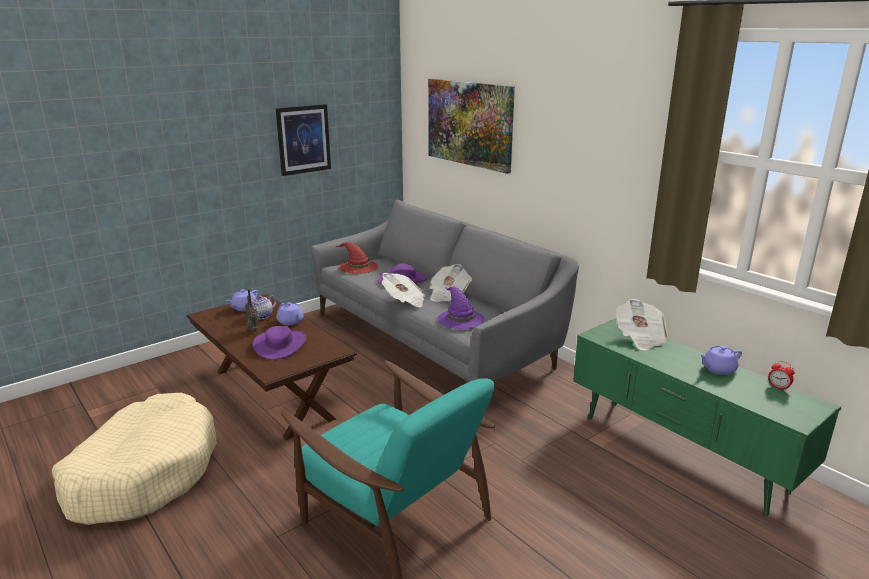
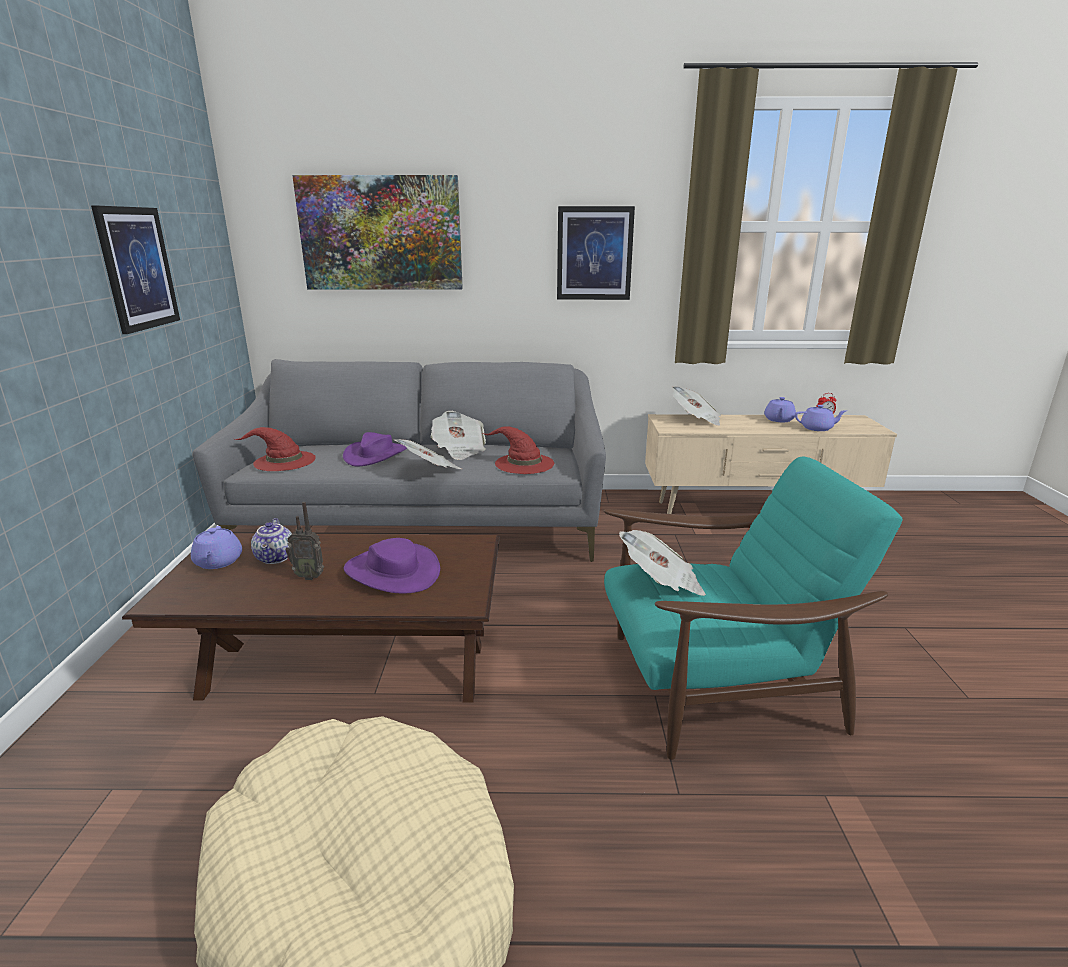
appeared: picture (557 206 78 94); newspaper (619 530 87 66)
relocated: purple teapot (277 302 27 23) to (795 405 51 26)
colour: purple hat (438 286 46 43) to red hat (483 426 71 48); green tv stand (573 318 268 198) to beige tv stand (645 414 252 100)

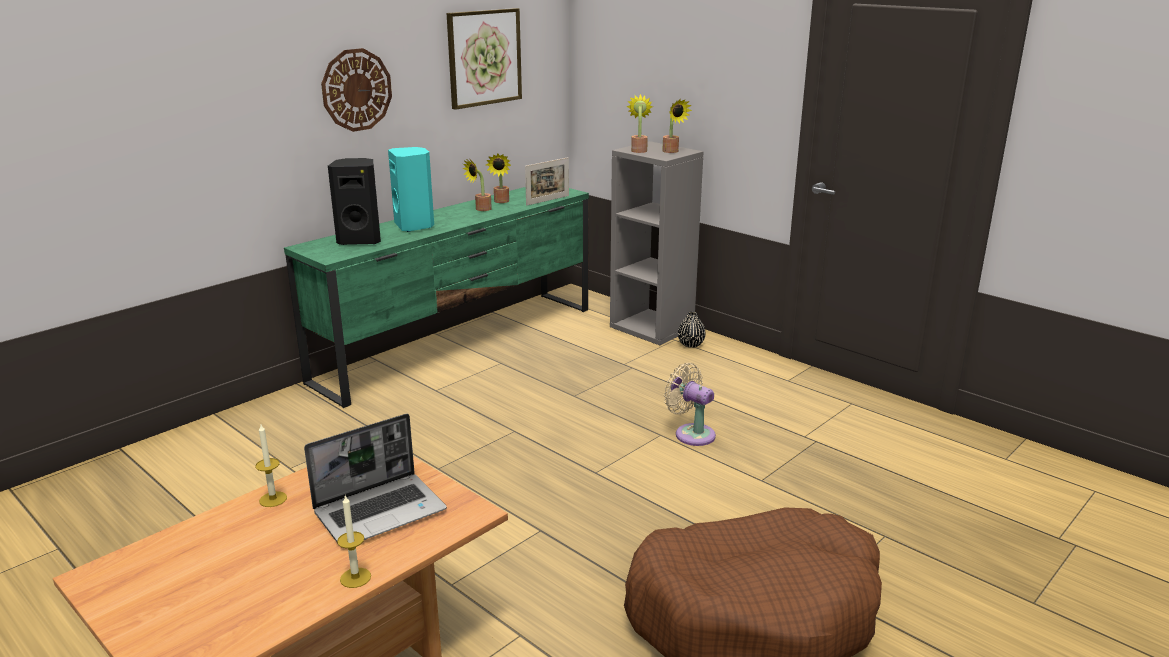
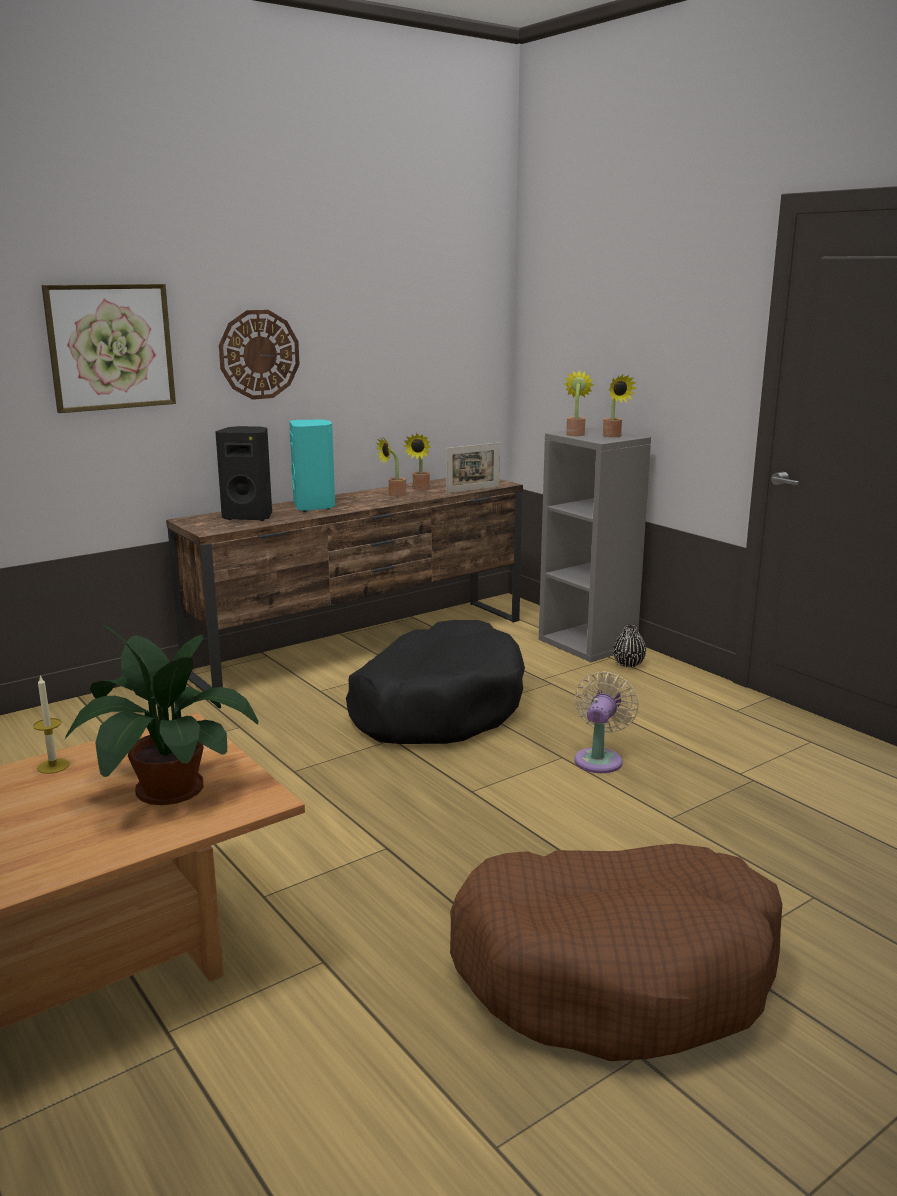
missing: candle (337 496 34 92)
appeared: black dog bed (346 620 179 124)
relocated: picture (447 8 75 102) to (41 284 135 129)
exchanged: laptop (304 414 143 128) to potted plant (65 625 193 180)
colour: green tv stand (284 187 305 221) to brown tv stand (166 478 357 213)
spun: beige fan (664 363 52 83) = (574 671 65 102) 60 degrees clockwise

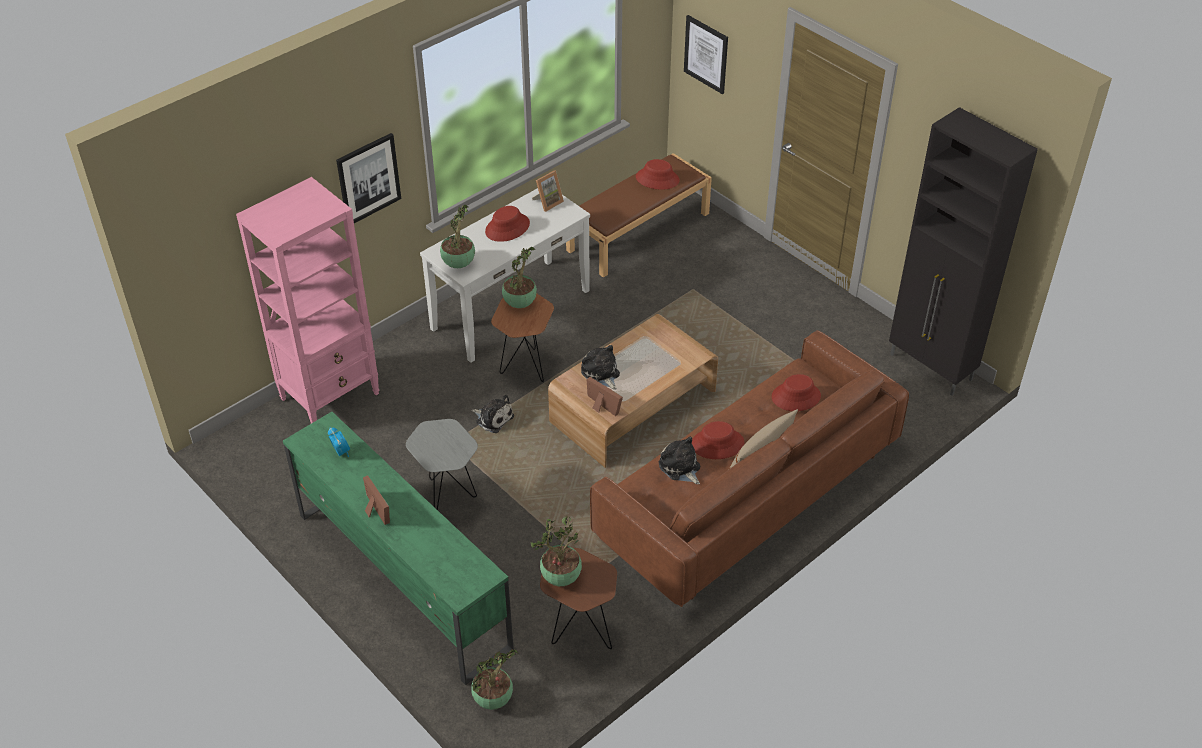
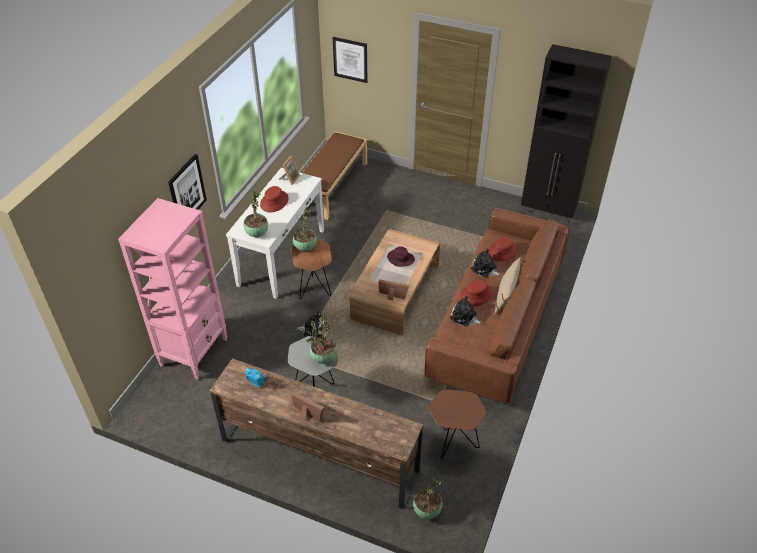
missing: red hat (636 159 44 31)
appeared: purple hat (387 246 28 21)
relocated: potted plant (530 516 52 70) to (306 316 31 48); plush toy (581 345 39 45) to (471 248 30 29)
colour: green tv stand (283 412 231 273) to brown tv stand (210 358 213 151)

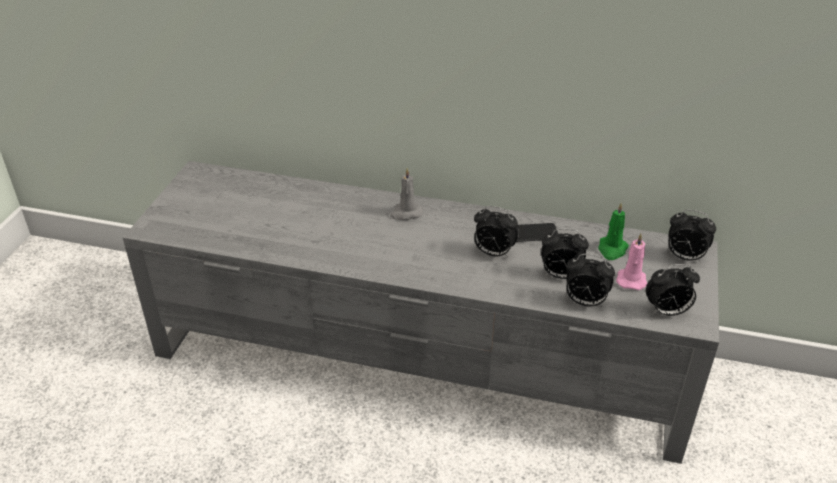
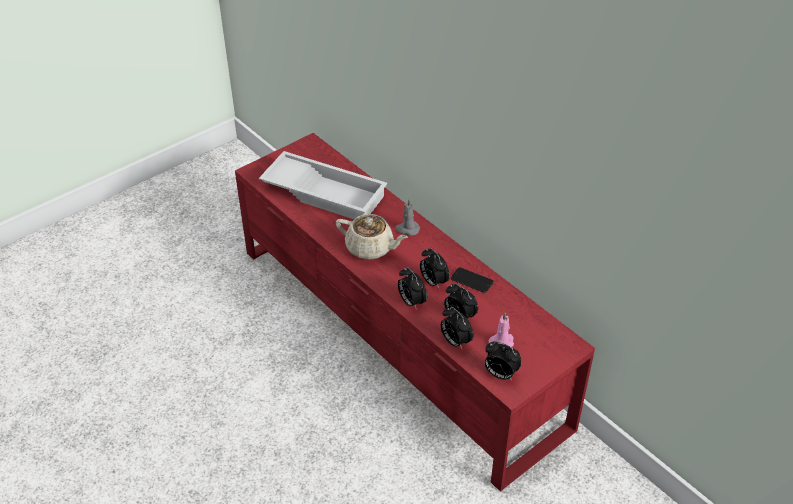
missing: green candle (598 203 31 57)
appeared: white tray (259 151 128 68); beige teapot (336 214 72 46)
relocated: alarm clock (669 210 47 52) to (398 267 29 43)
colour: grey tv stand (123 161 596 303) to red tv stand (235 133 360 359)

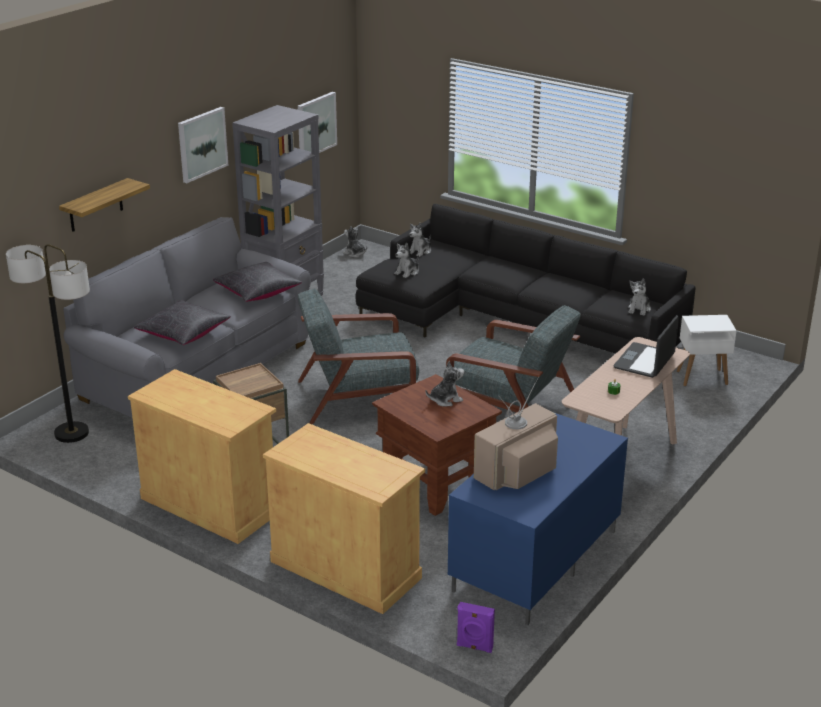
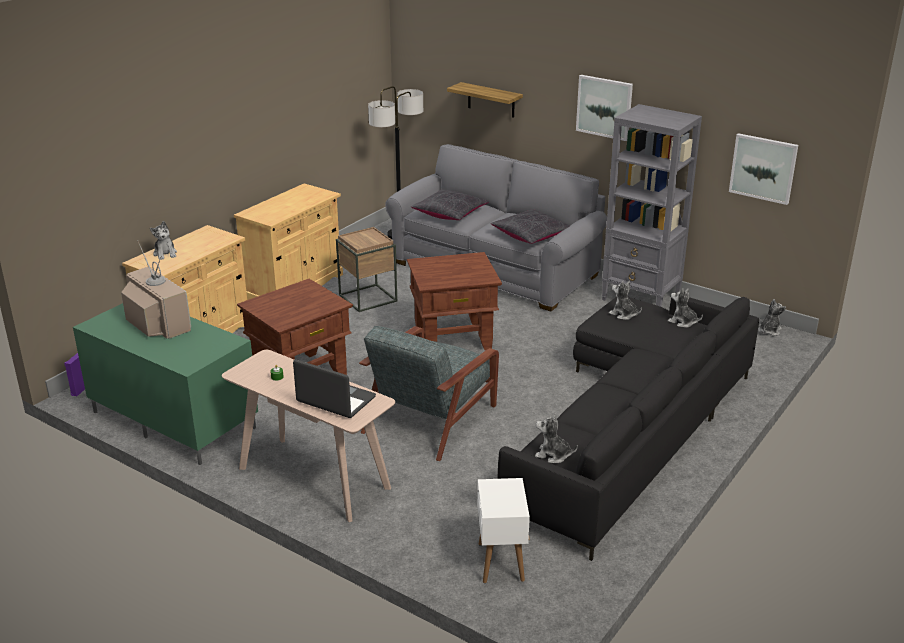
relocated: plush toy (425 361 39 46) to (150 221 27 39)
exchanged: grey armchair (298 289 121 135) to brown side table (407 252 95 99)
colour: blue tv stand (448 412 180 213) to green tv stand (73 303 185 162)

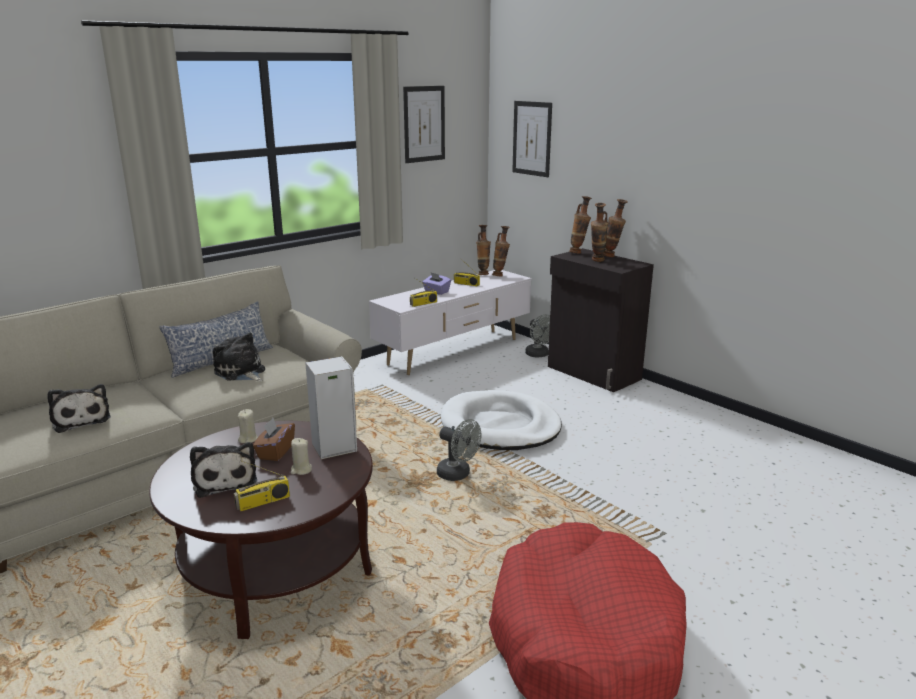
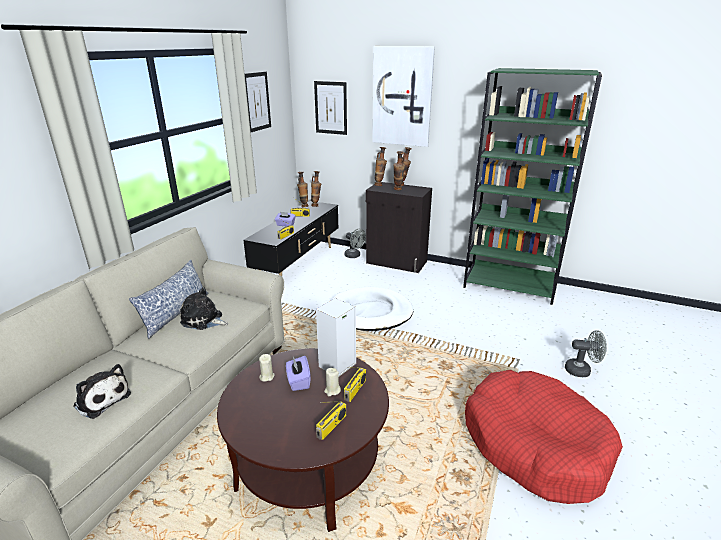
missing: plush toy (190 442 67 56)
appeared: radio (344 367 22 35); picture (372 46 63 101); green bookcase (463 68 139 237)
relocated: grey fan (437 419 45 62) to (565 330 42 47)
colour: brown tissue box (253 418 42 43) to purple tissue box (286 356 25 35); white tv stand (369 270 163 105) to black tv stand (243 201 95 75)

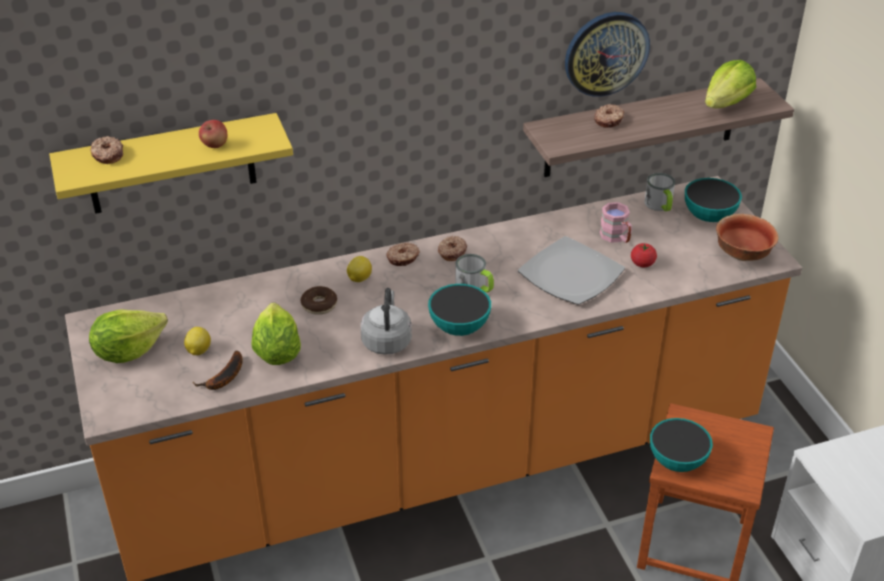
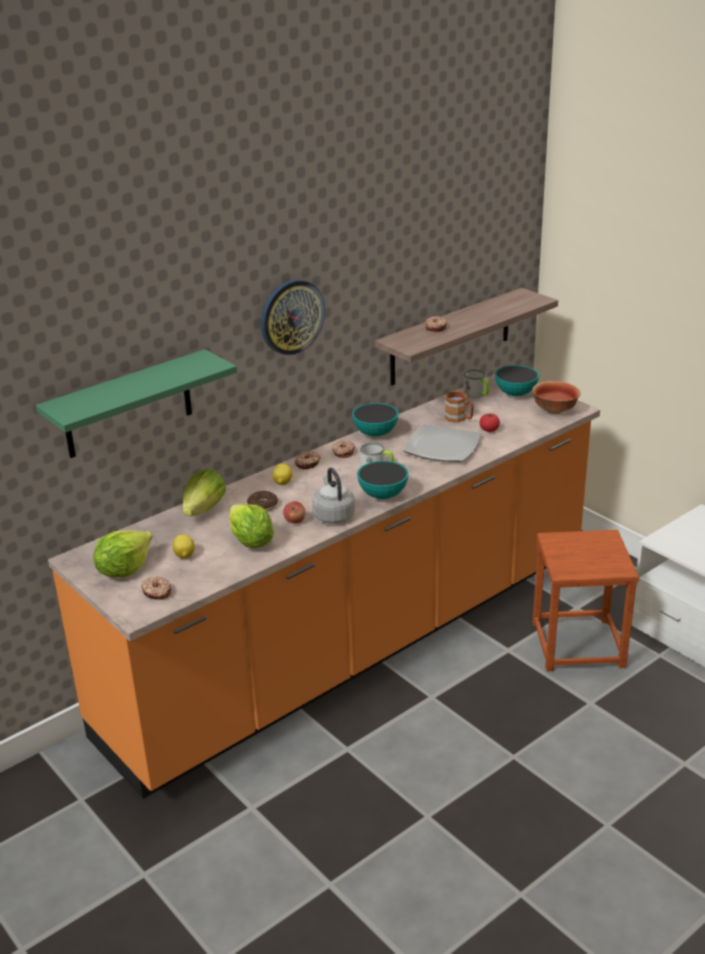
missing: banana (193 351 50 39)
relocated: donut (90 136 33 28) to (141 576 30 24); apple (199 120 28 28) to (283 501 23 23); wall clock (565 12 85 85) to (261 279 64 76); bowl (650 418 63 54) to (352 403 47 34); lettuce (705 60 51 48) to (183 469 43 47)
colour: yellow shelf (49 113 244 101) to green shelf (35 349 202 109); pink mug (600 202 32 41) to brown mug (445 391 29 32)

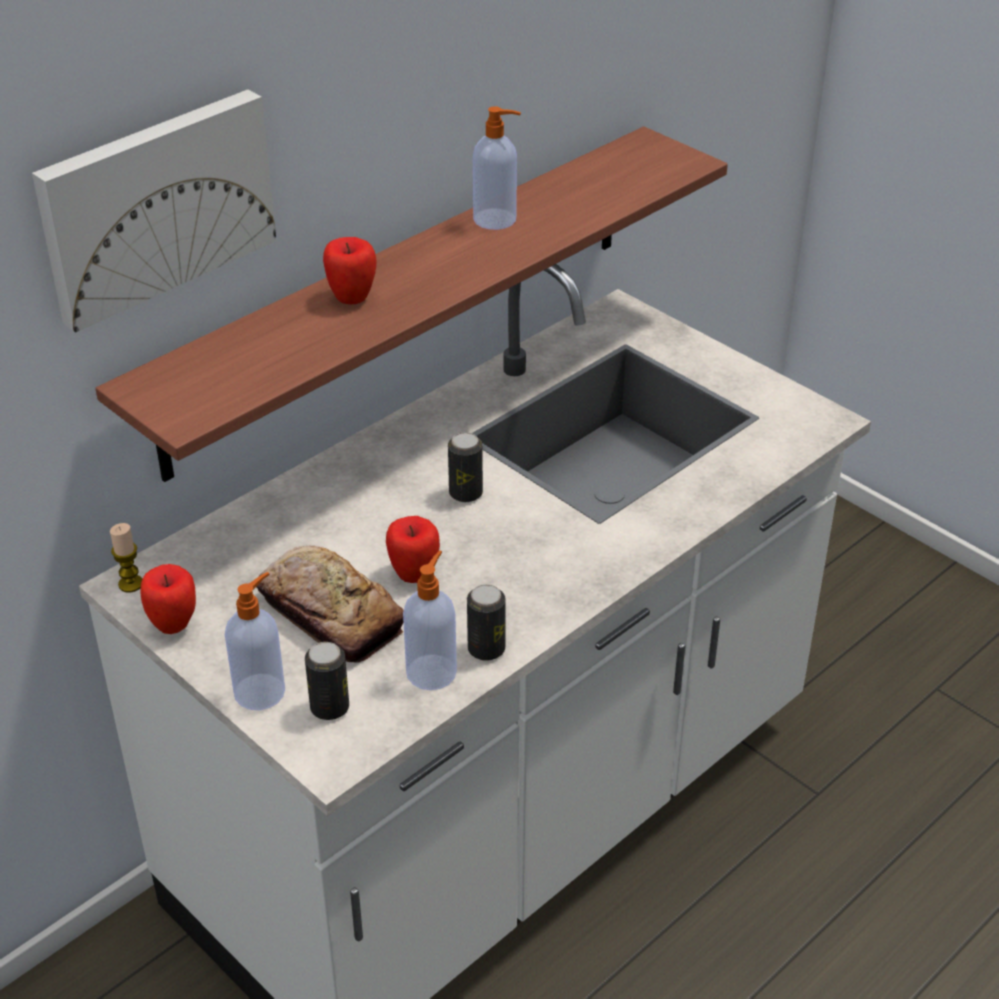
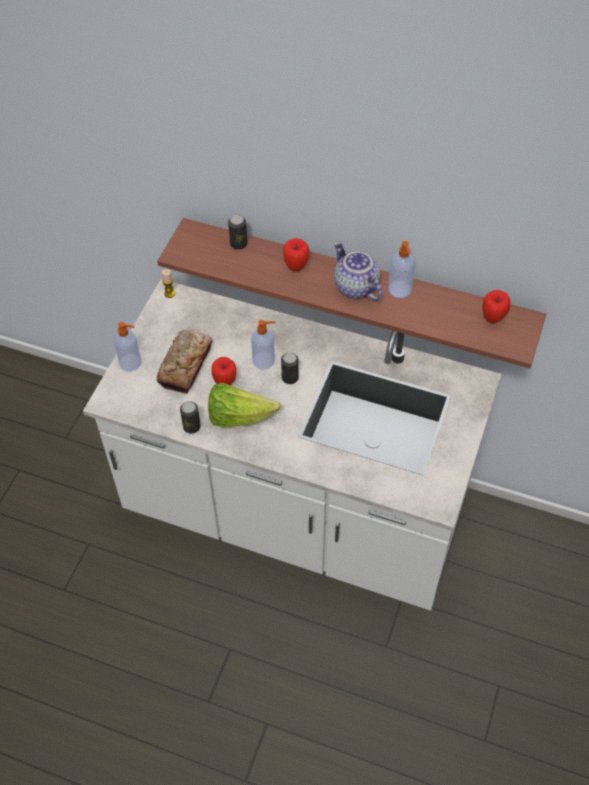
missing: picture (32 90 244 242)
appeared: lettuce (208 383 73 44); teapot (334 241 48 60)
relocated: apple (140 564 56 70) to (482 290 28 33); can (305 642 44 78) to (228 215 19 35); soap dispenser (403 550 54 140) to (251 320 24 50)

